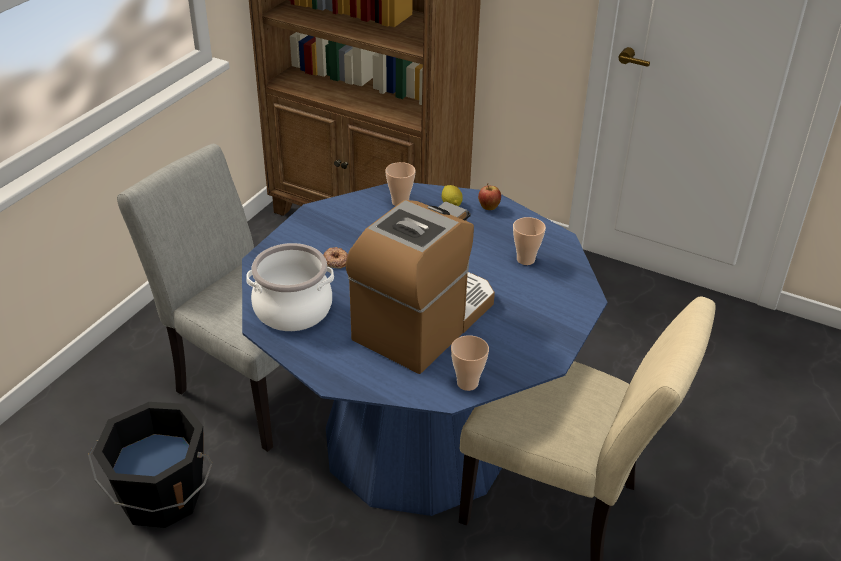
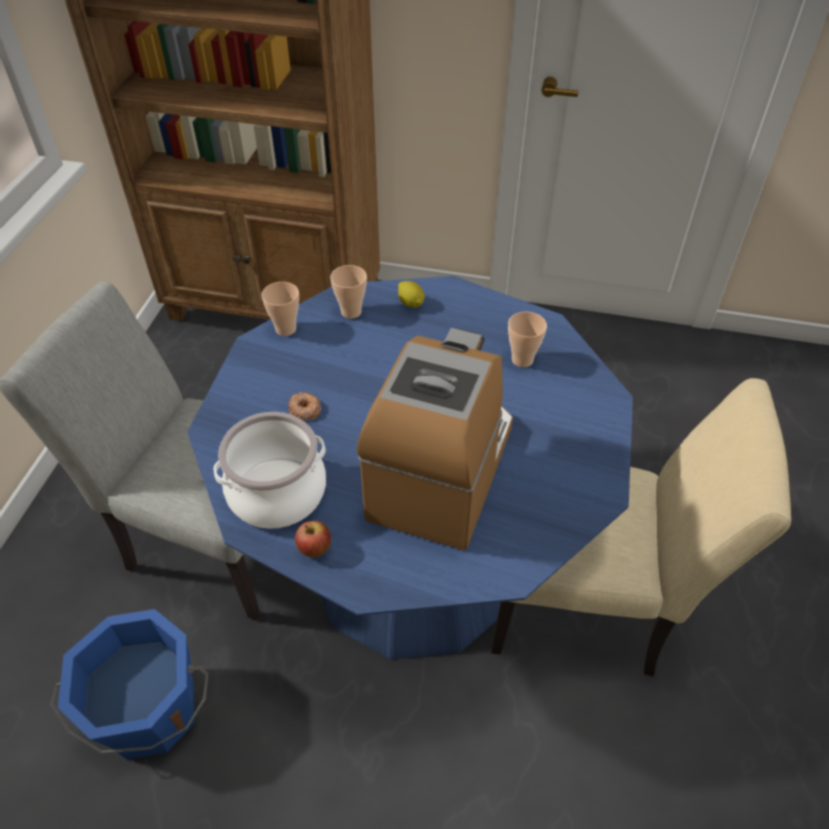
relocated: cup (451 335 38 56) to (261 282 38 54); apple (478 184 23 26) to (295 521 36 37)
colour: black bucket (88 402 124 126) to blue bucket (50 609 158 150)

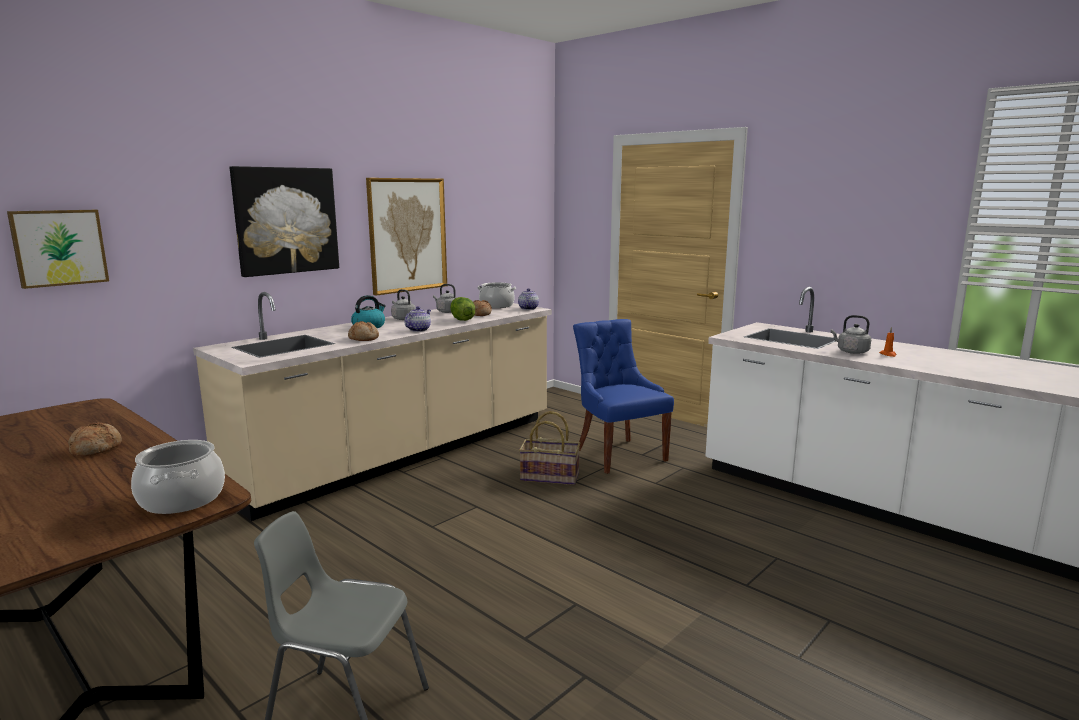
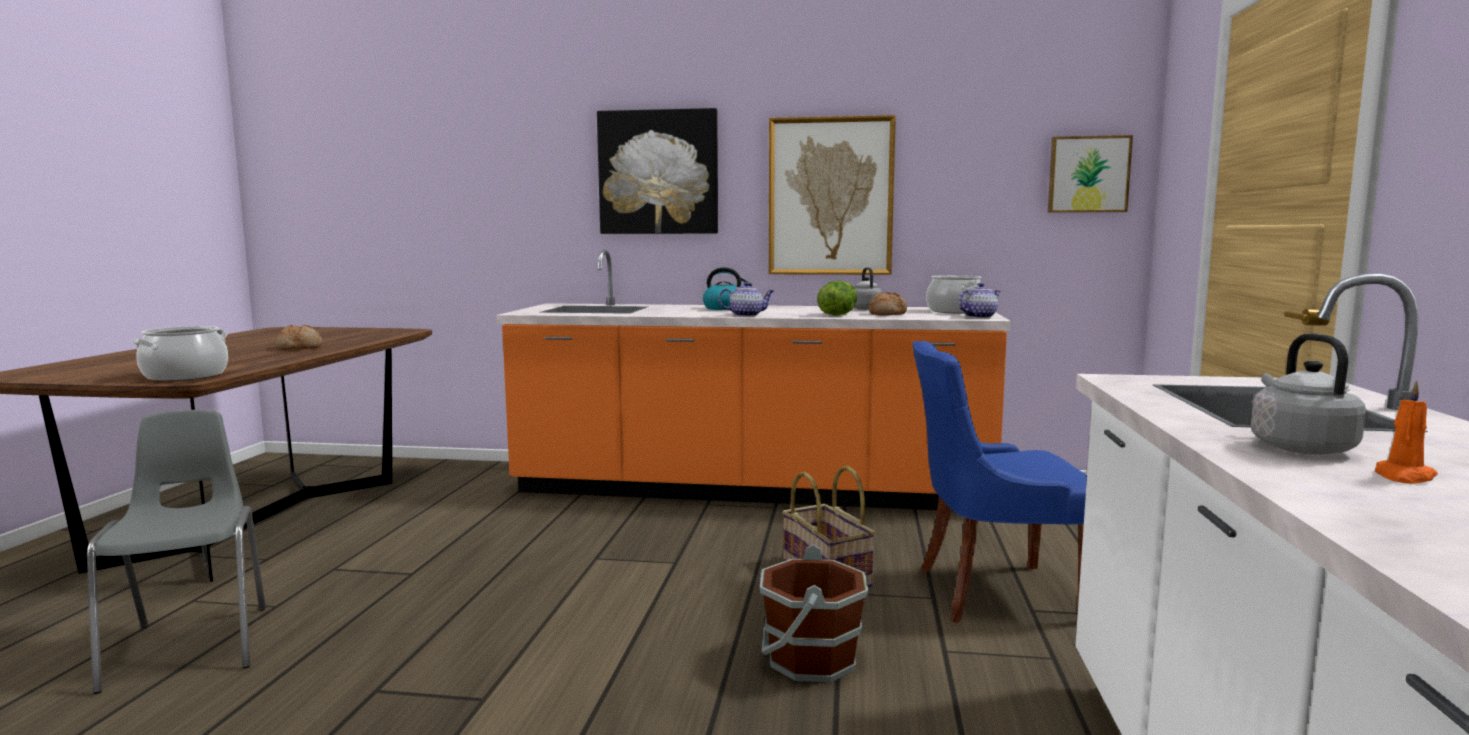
missing: bread (348 321 31 20); grey kettle (391 289 25 31)
appeared: brown bucket (760 545 108 137)
relocated: picture (7 210 102 79) to (1048 135 85 78)
colour: beige counter (193 292 359 229) to orange counter (496 250 515 261)
spun: blue chair (573 319 101 155) = (912 341 175 282) 120 degrees counterclockwise

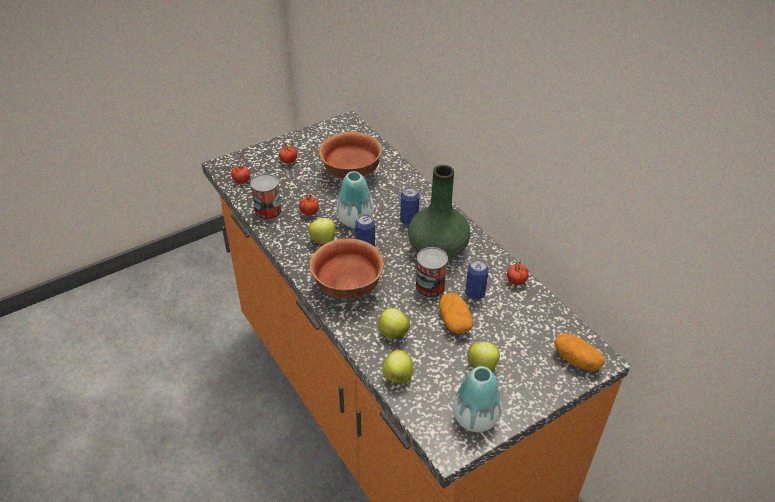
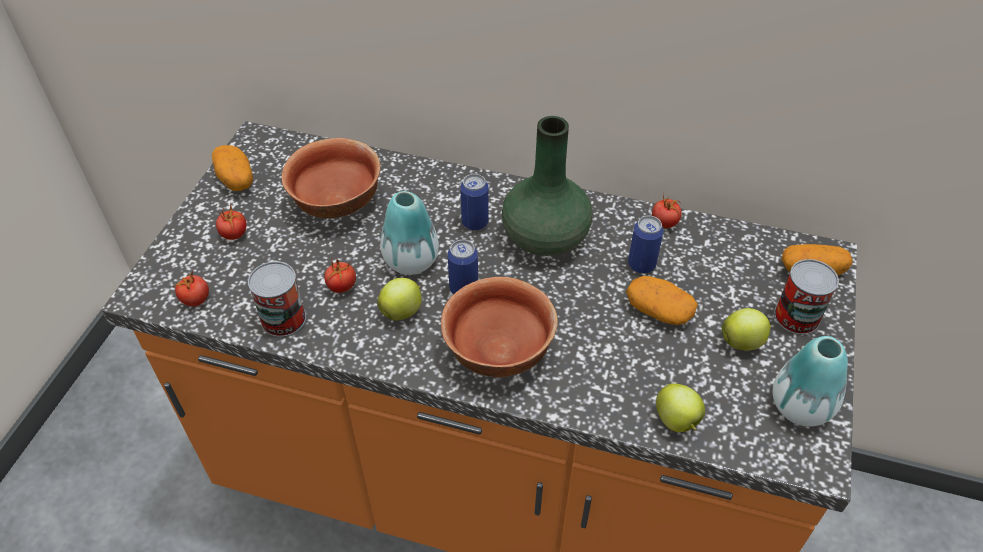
missing: apple (378 308 32 31)
appeared: potato (212 145 41 46)
relocated: can (415 247 33 51) to (774 259 65 76)

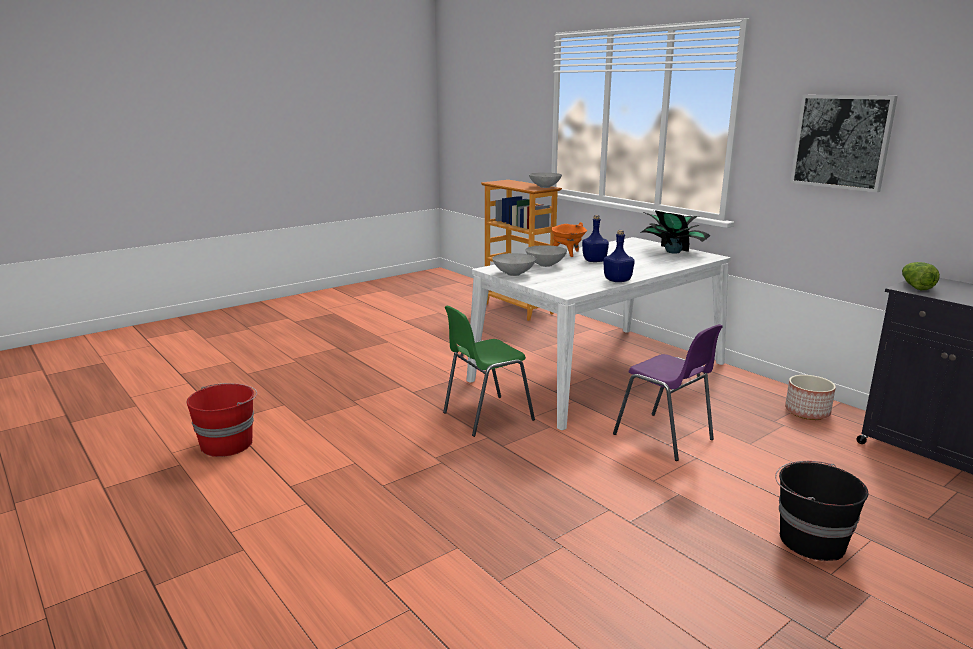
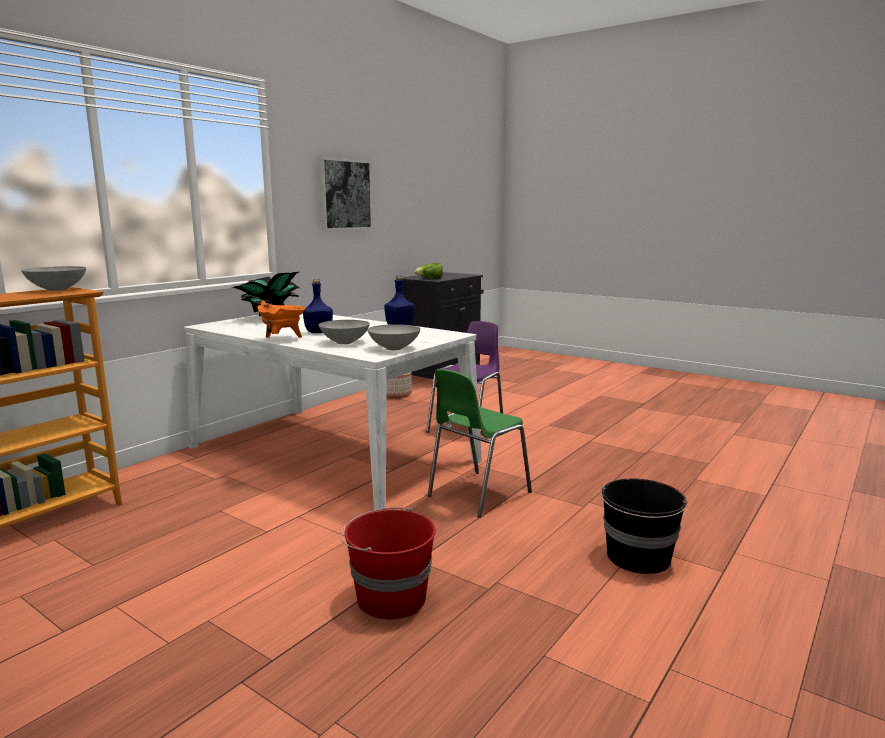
relocated: red bucket (187 383 70 74) to (340 507 96 112); black bucket (775 461 93 100) to (600 479 88 95)
spun: green chair (443 306 92 131) = (428 369 104 149) 90 degrees clockwise

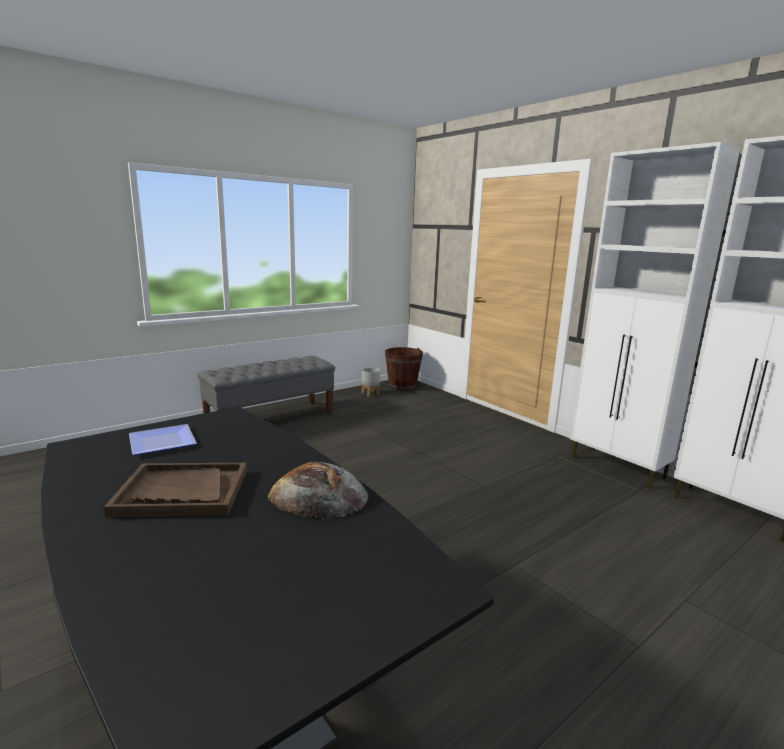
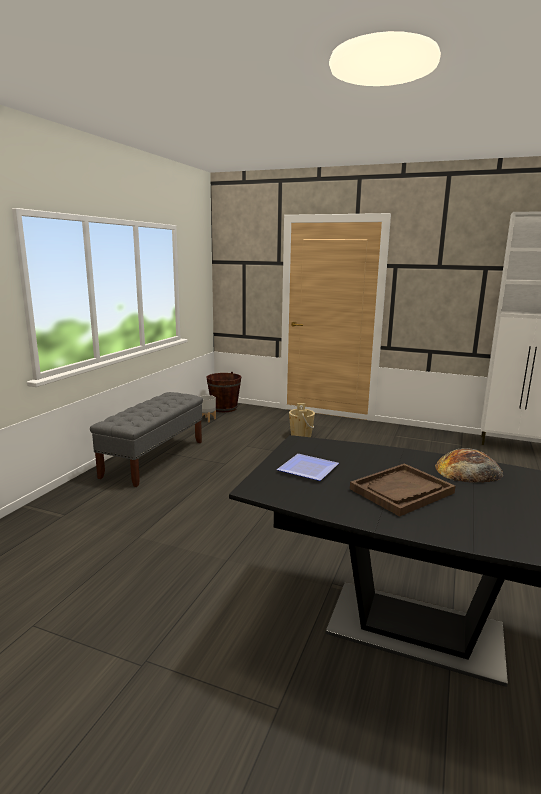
missing: white cabinet (570 142 170 347)
appeared: beige bucket (289 403 26 34)

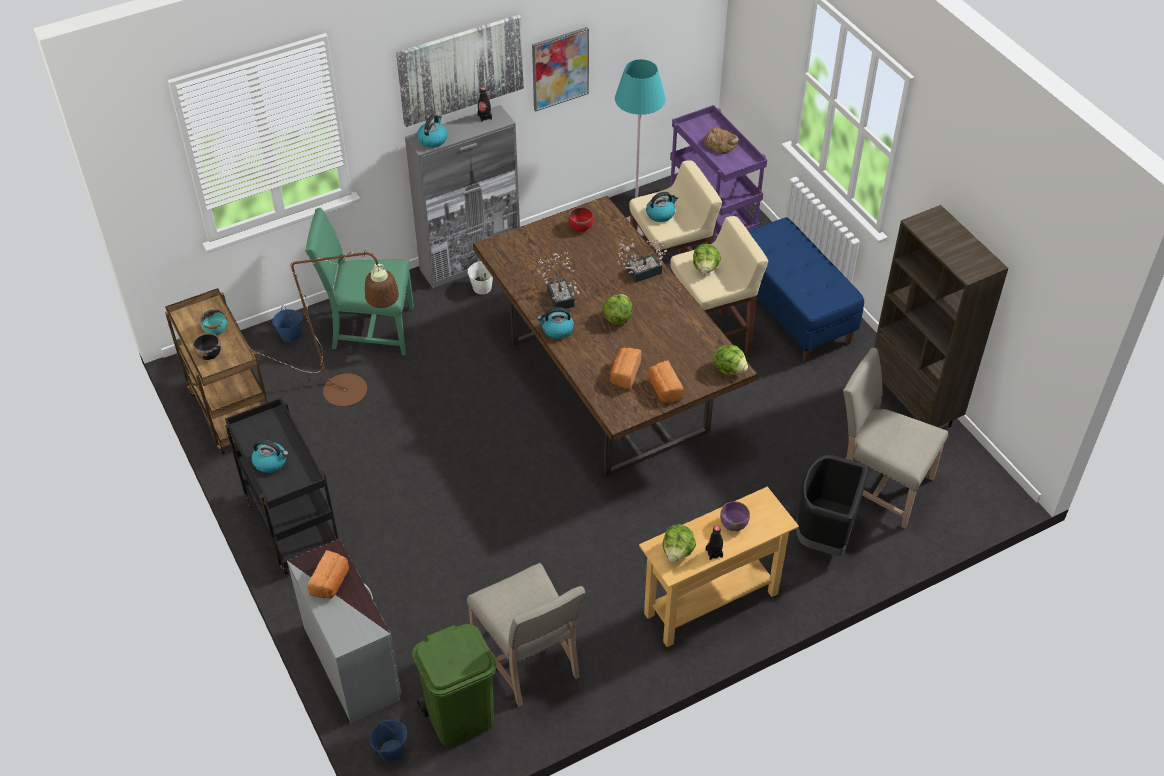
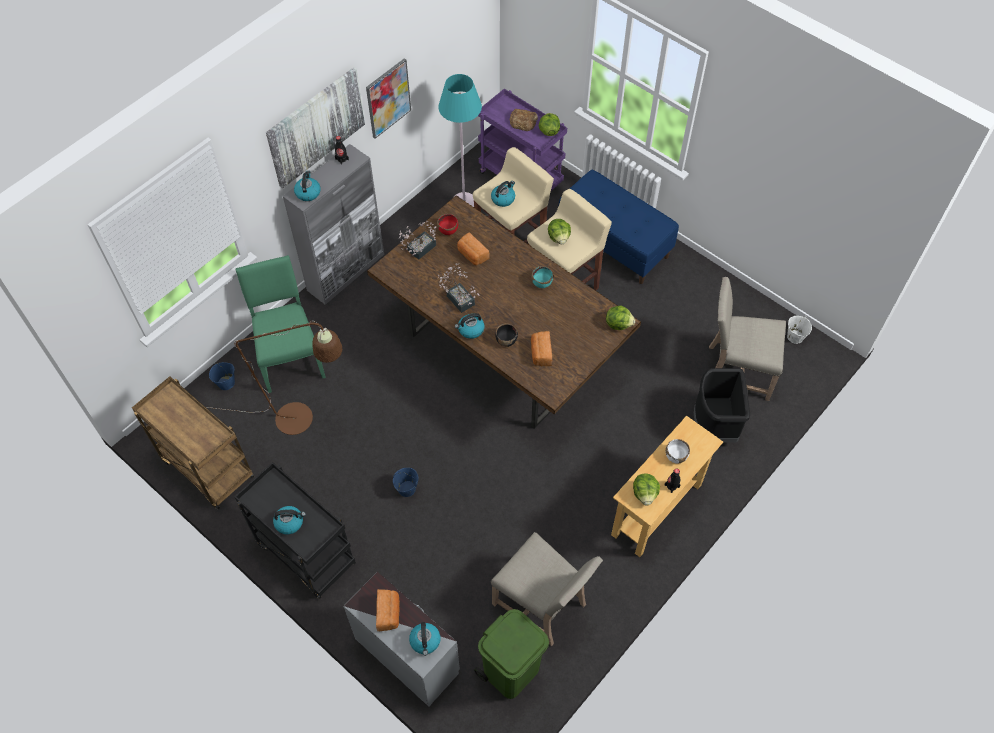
missing: brown bookcase (874 205 134 222)
appeared: kettle (409 622 32 34)
relocated: black bowl (193 333 28 27) to (495 324 23 23); turquoise bowl (200 309 27 26) to (531 266 22 22); blue bucket (371 720 36 41) to (393 468 26 29); white bucket (468 260 25 34) to (787 316 25 28); lettuce (603 294 29 30) to (538 113 22 23); potted plant (618 239 49 43) to (398 221 38 38); bread (648 360 36 43) to (457 233 32 32)
colour: purple bowl (720 501 30 30) to white bowl (666 439 24 25)
spun: green chair (305 208 109 147) = (236 255 90 138) 90 degrees clockwise

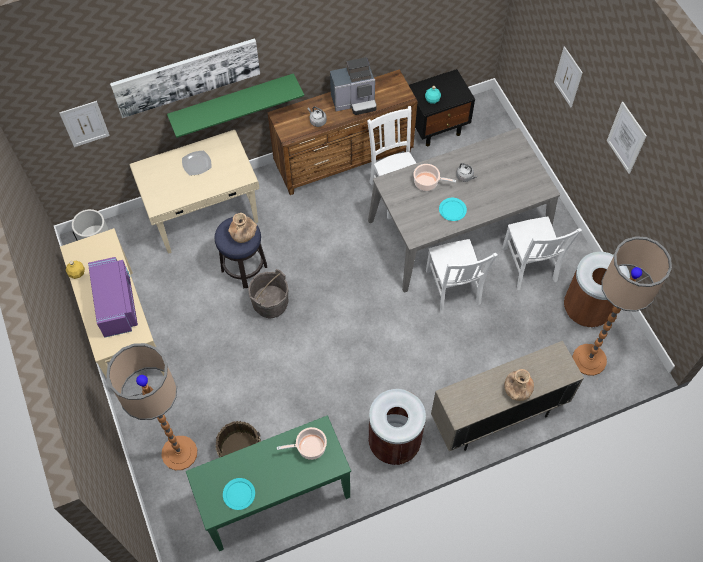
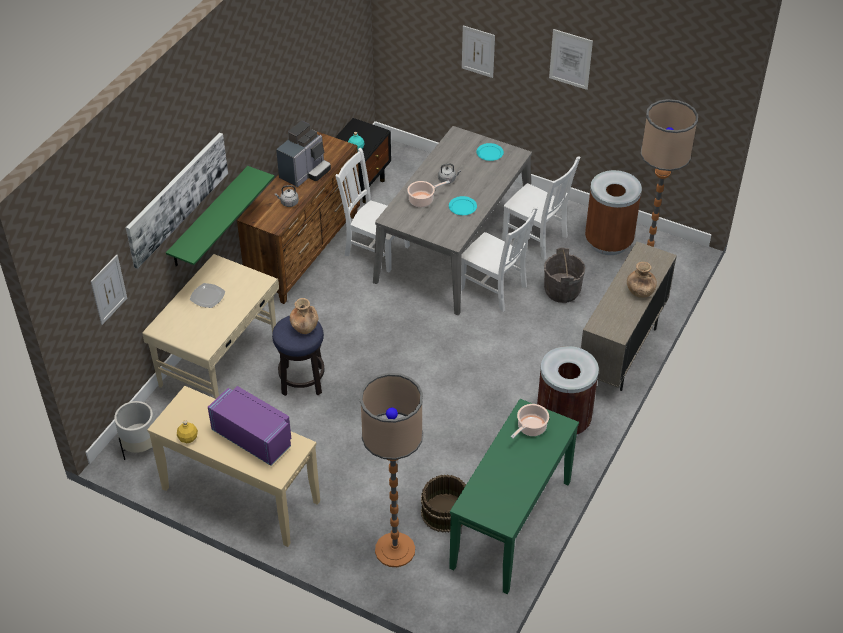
relocated: turquoise plate (223 478 32 32) to (476 143 28 18); grey bucket (248 269 40 49) to (544 248 41 55)

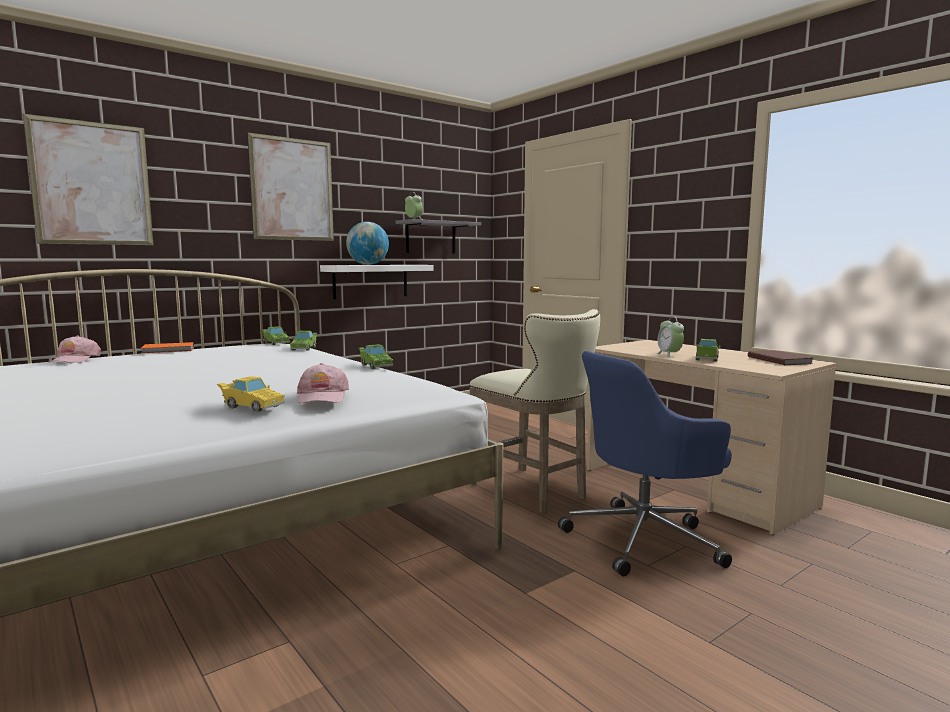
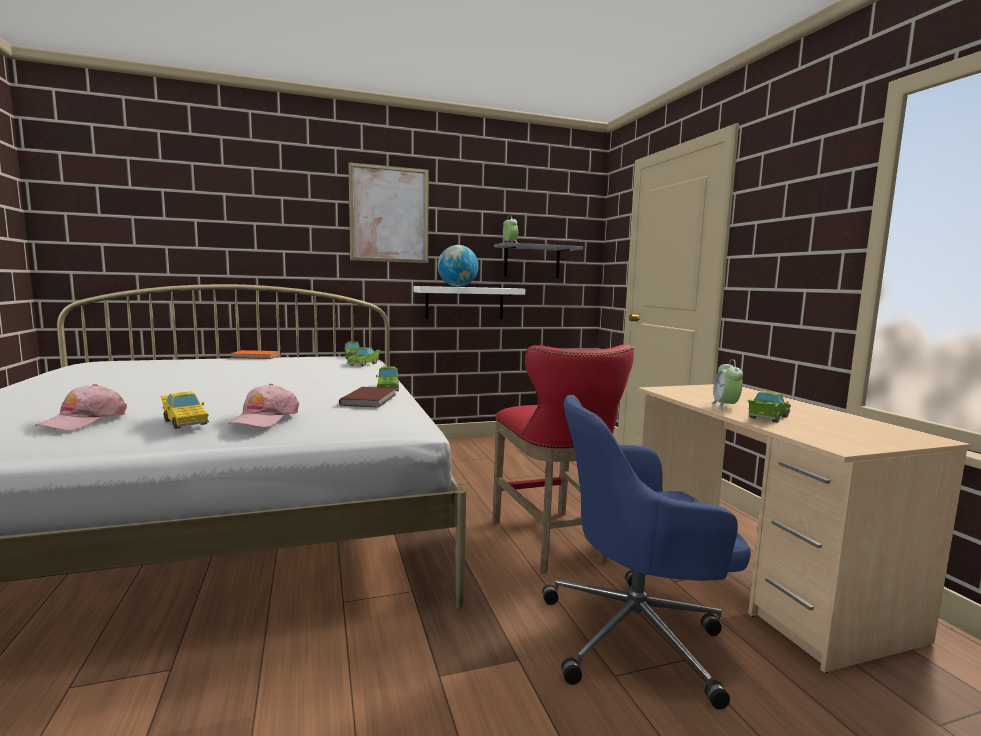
missing: picture (23 114 131 131)
relocated: pink cap (48 336 53 27) to (34 384 93 46); brown book (748 350 64 15) to (339 387 57 21)
colour: beige stool (469 309 131 205) to red stool (493 344 141 229)

